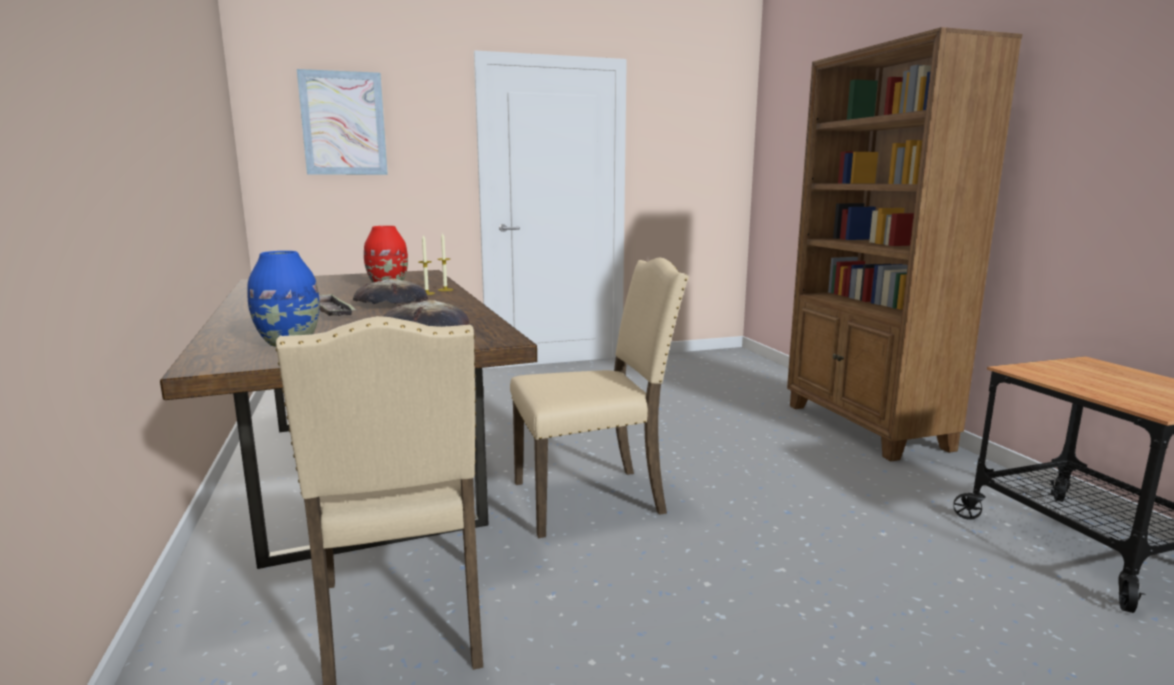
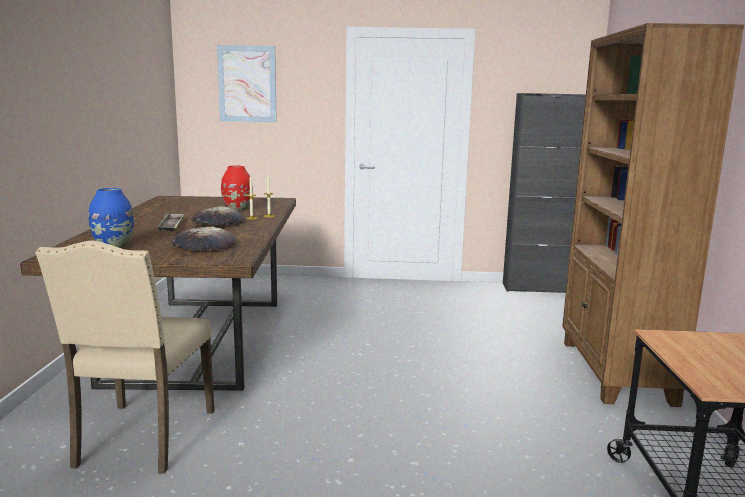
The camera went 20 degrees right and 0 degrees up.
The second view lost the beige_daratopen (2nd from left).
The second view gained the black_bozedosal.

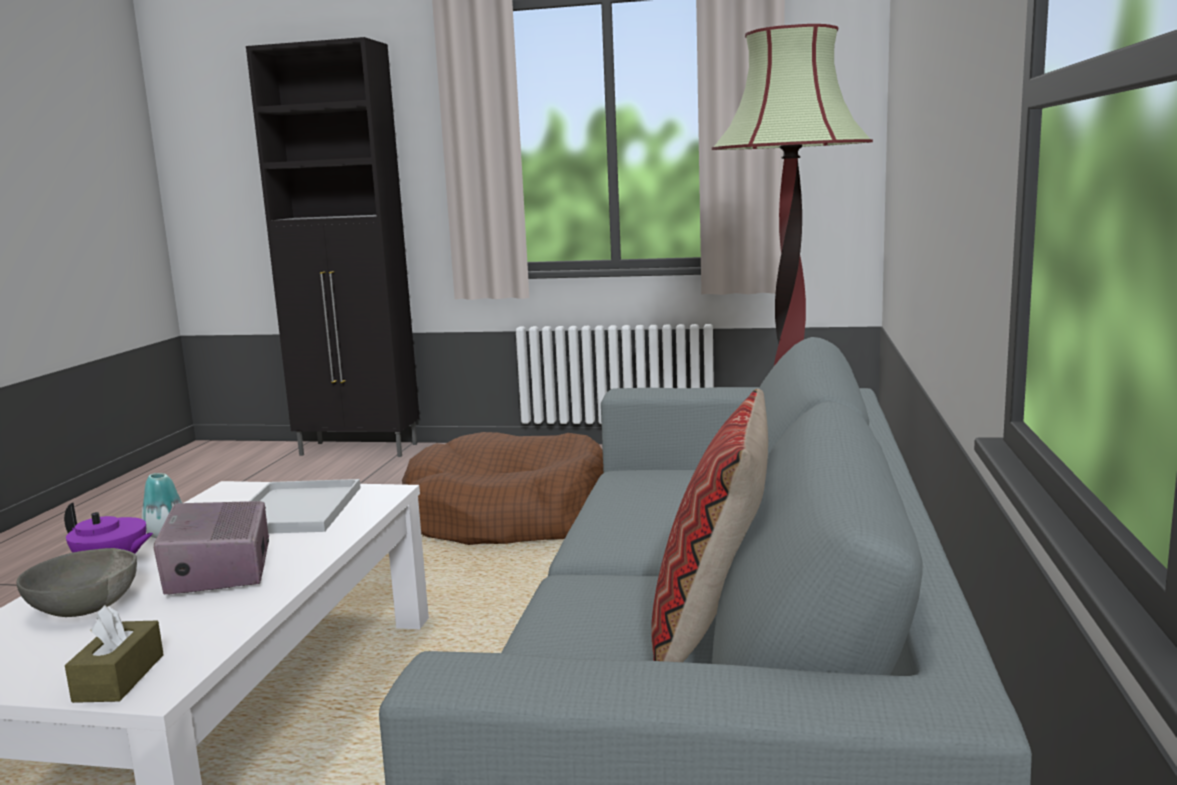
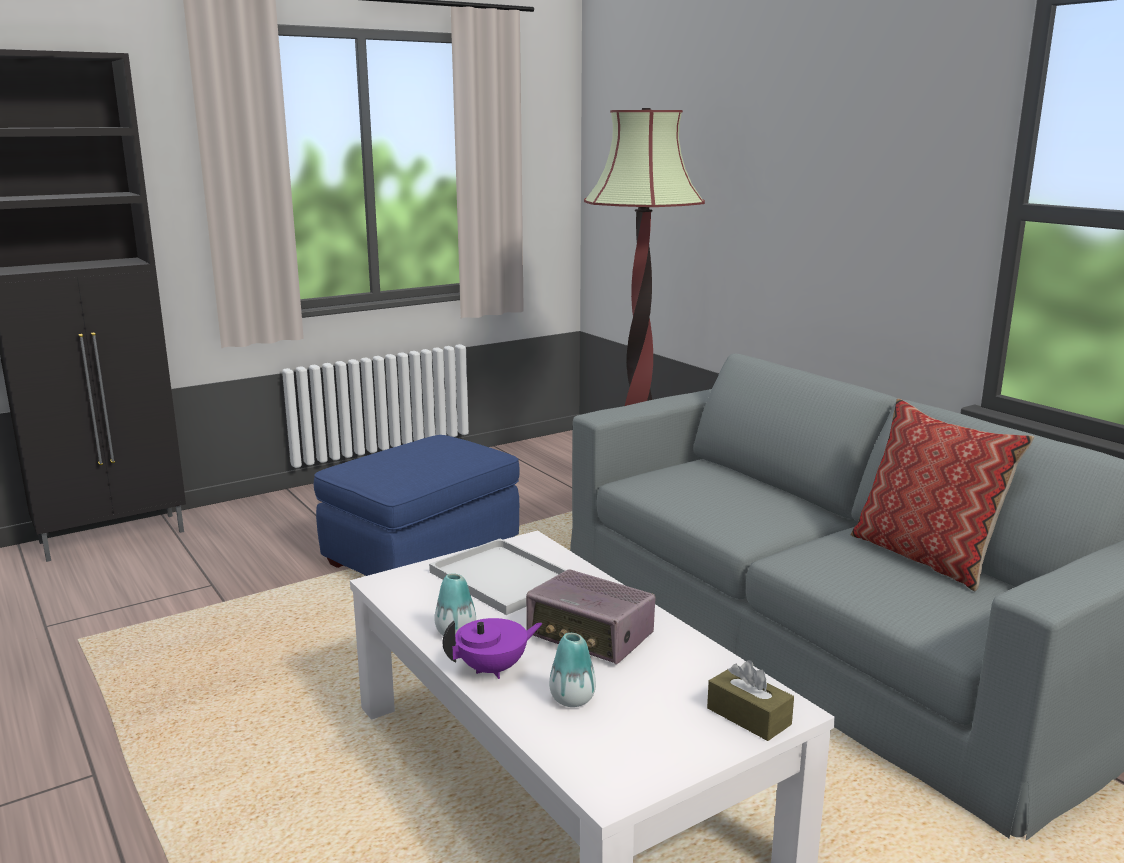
The camera went 45 degrees left and 5 degrees up.
Where the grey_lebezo stood, the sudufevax (2nd from left) came to stand.
Where the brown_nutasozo stood, the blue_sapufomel came to stand.

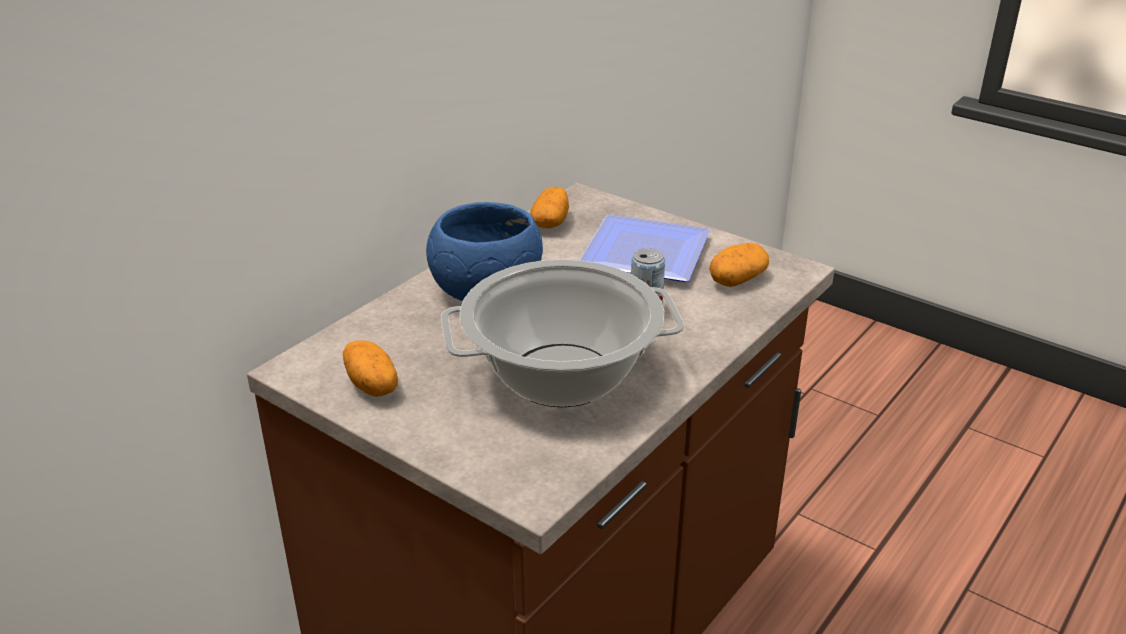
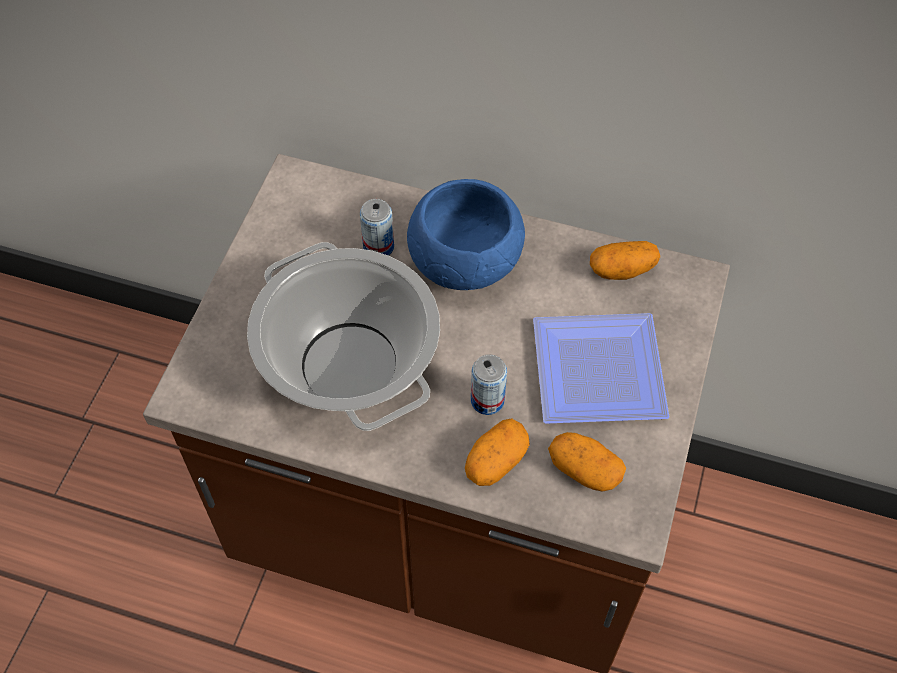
The camera went 70 degrees right and 25 degrees up.
The second view gained the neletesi (1st from left).
The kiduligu (1st from left) ended up elsewhere.

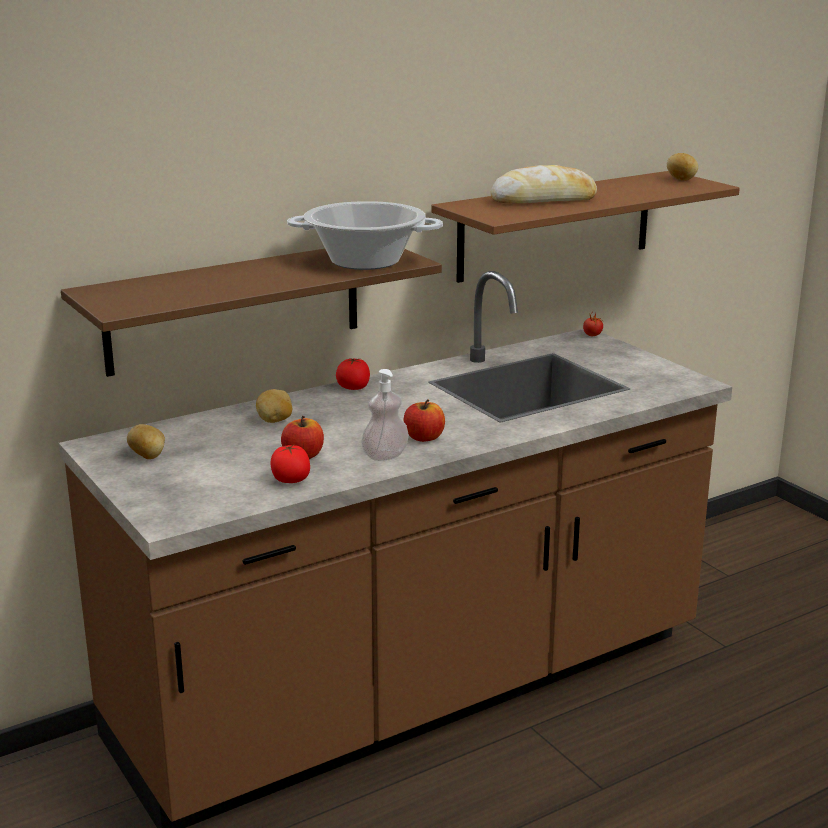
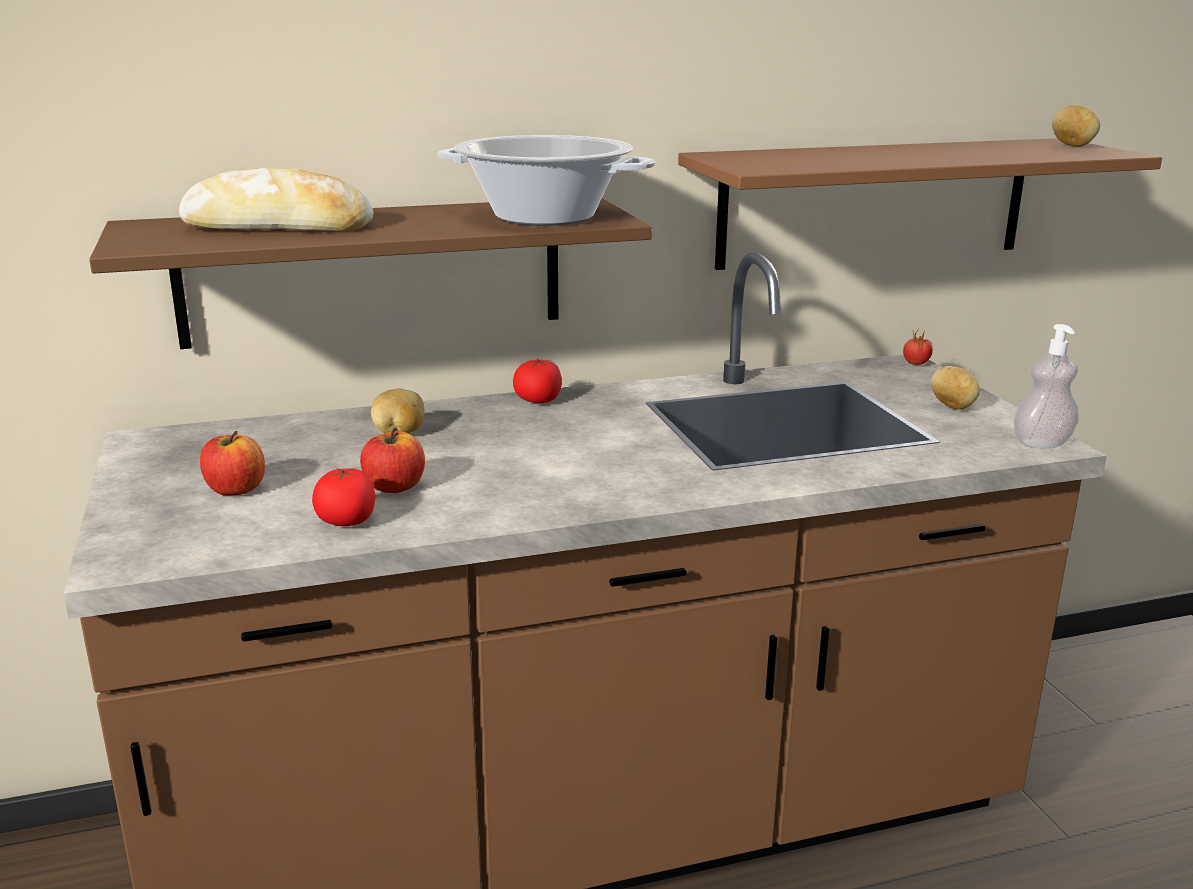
The camera went 15 degrees right and 0 degrees up.
The kiduligu (1st from left in the first image) ended up elsewhere.
The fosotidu ended up elsewhere.
The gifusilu (2nd from left in the first image) ended up elsewhere.
The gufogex ended up elsewhere.

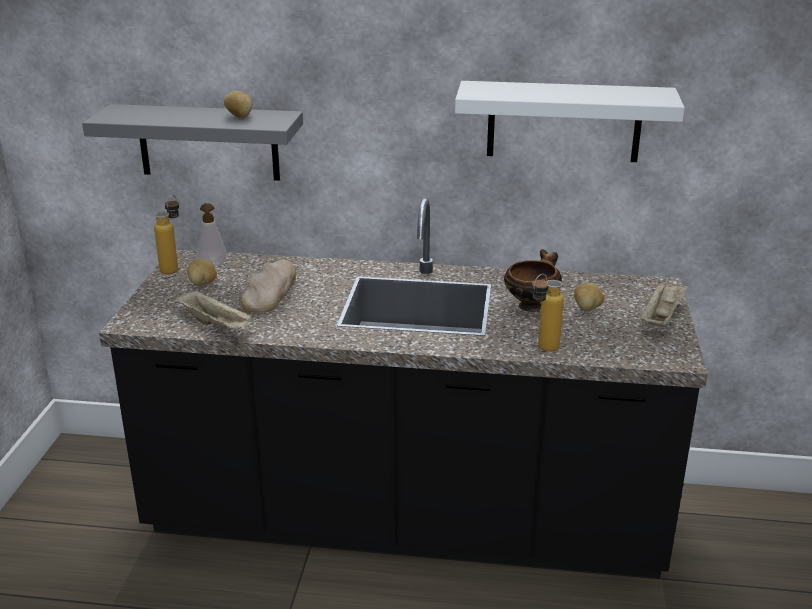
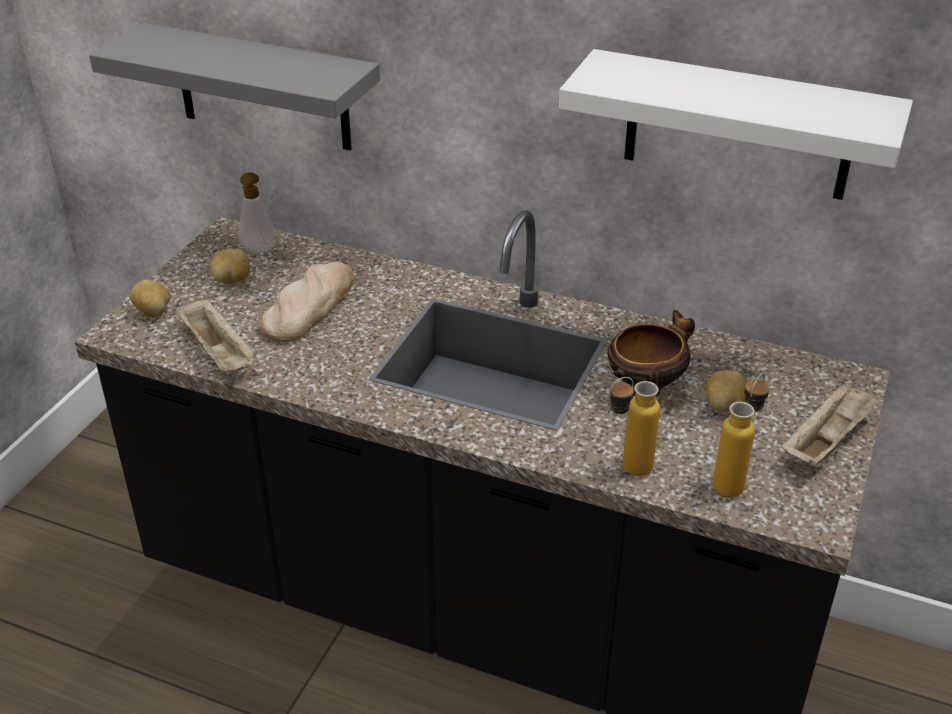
The camera went 15 degrees right and 10 degrees up.
The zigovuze (1st from left in the first image) ended up elsewhere.
The kiduligu (2nd from left in the first image) ended up elsewhere.

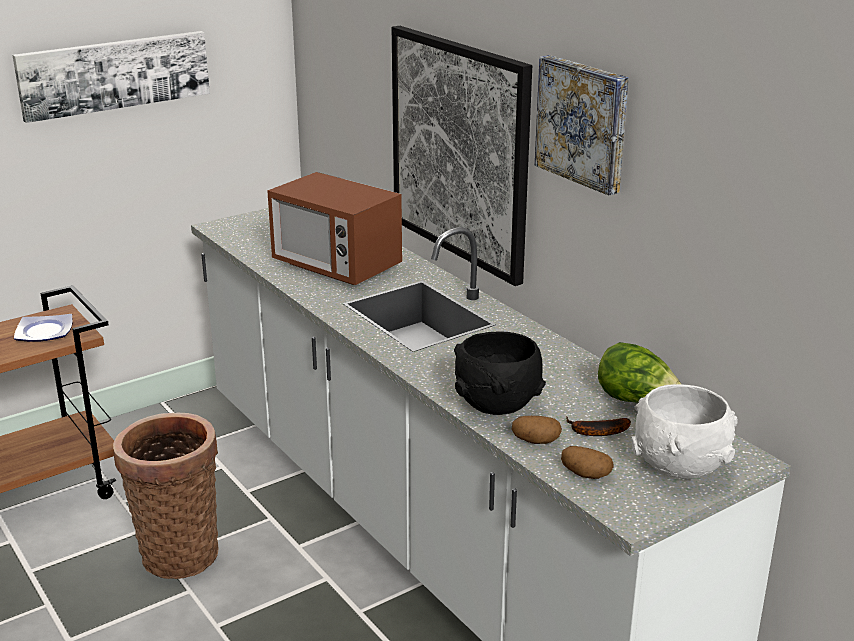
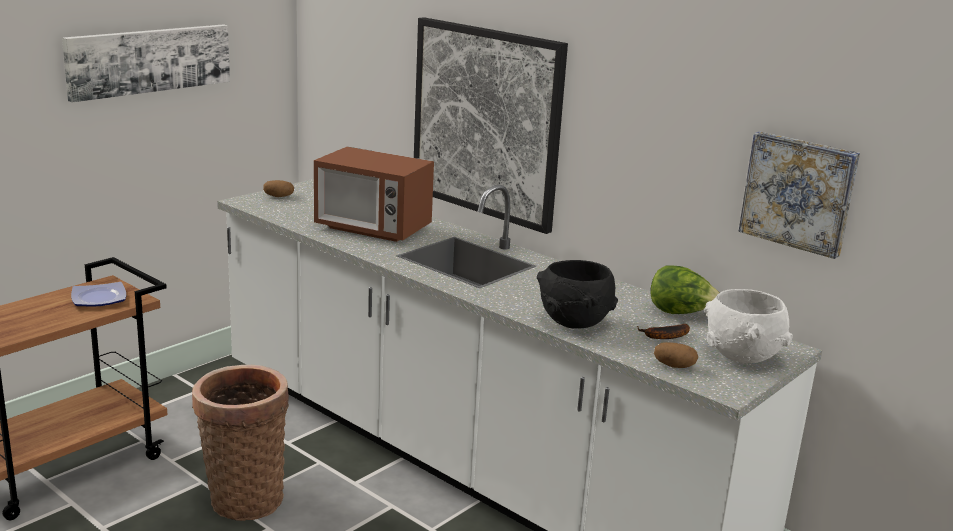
The camera went 15 degrees left and 5 degrees down.
The kiduligu (1st from left) ended up elsewhere.
The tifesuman (3rd from left) ended up elsewhere.

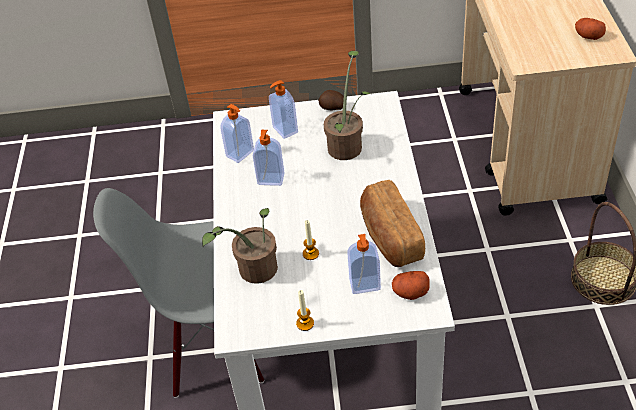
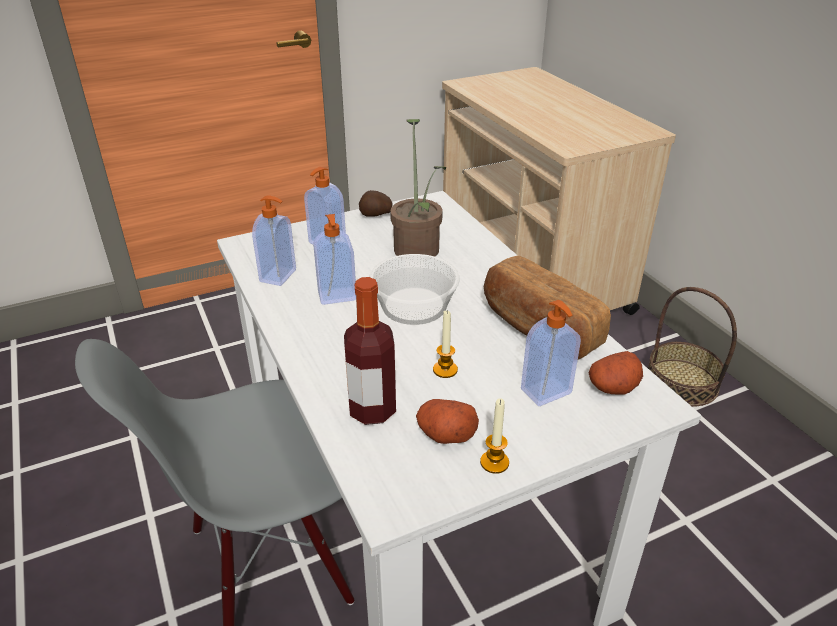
The camera went 25 degrees left and 10 degrees down.
The second view gained the lebezo.
The kiduligu (3rd from left in the first image) ended up elsewhere.
Where the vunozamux (1st from left) stood, the zigovuze came to stand.

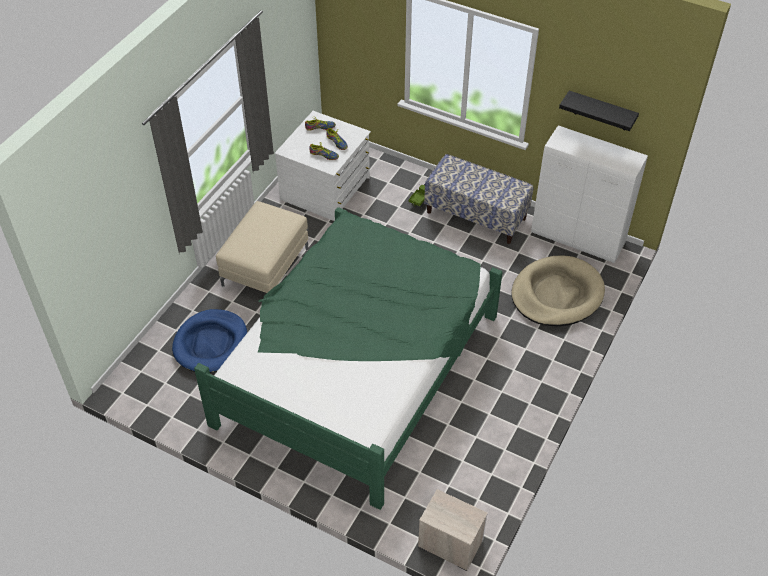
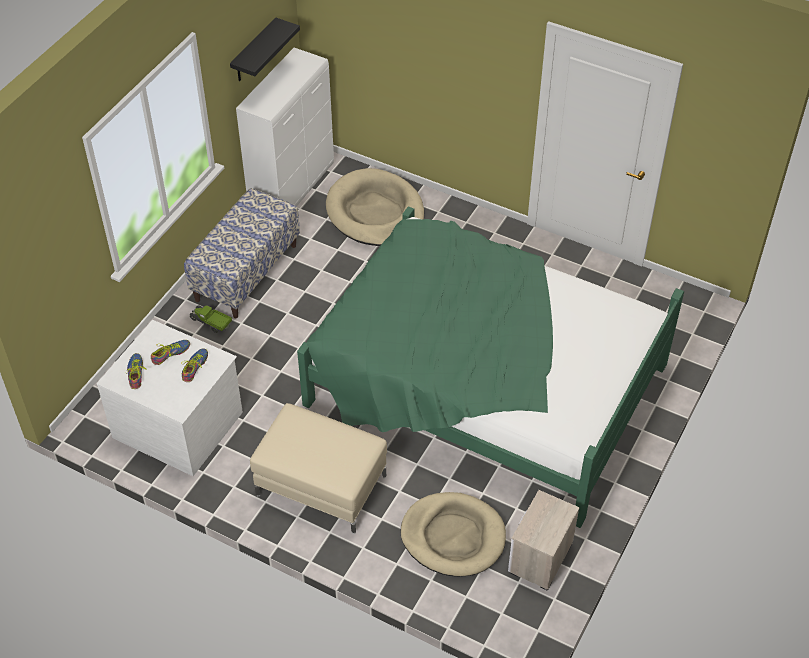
The camera went 90 degrees left and 0 degrees up.
The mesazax ended up elsewhere.
What was the blue_nutasozo turned into the beige_nutasozo (2nd from left).

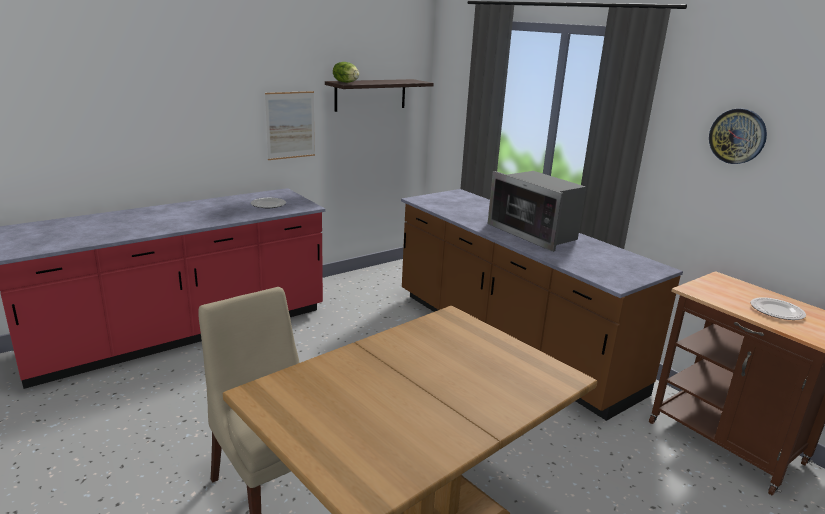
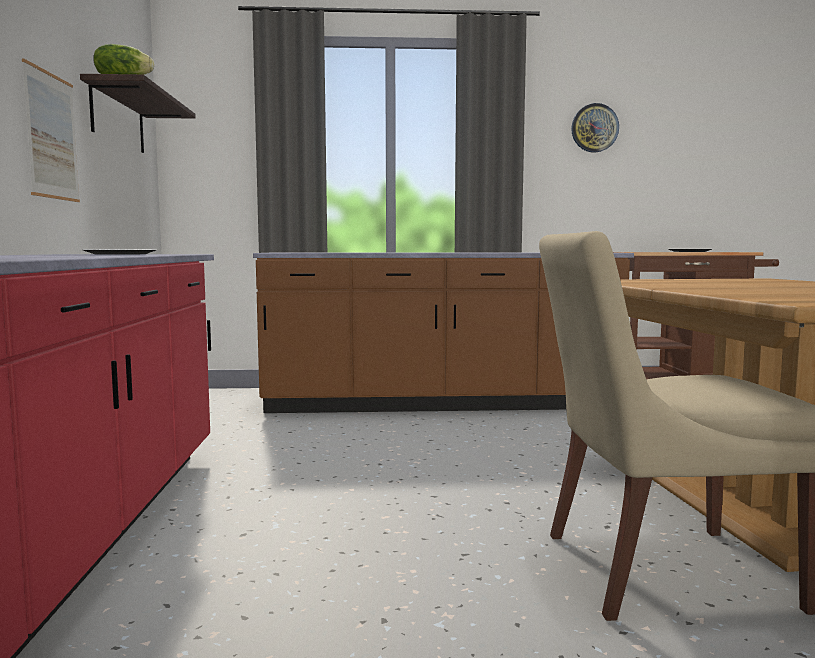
The camera went 55 degrees left and 15 degrees down.
The second view lost the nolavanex.

